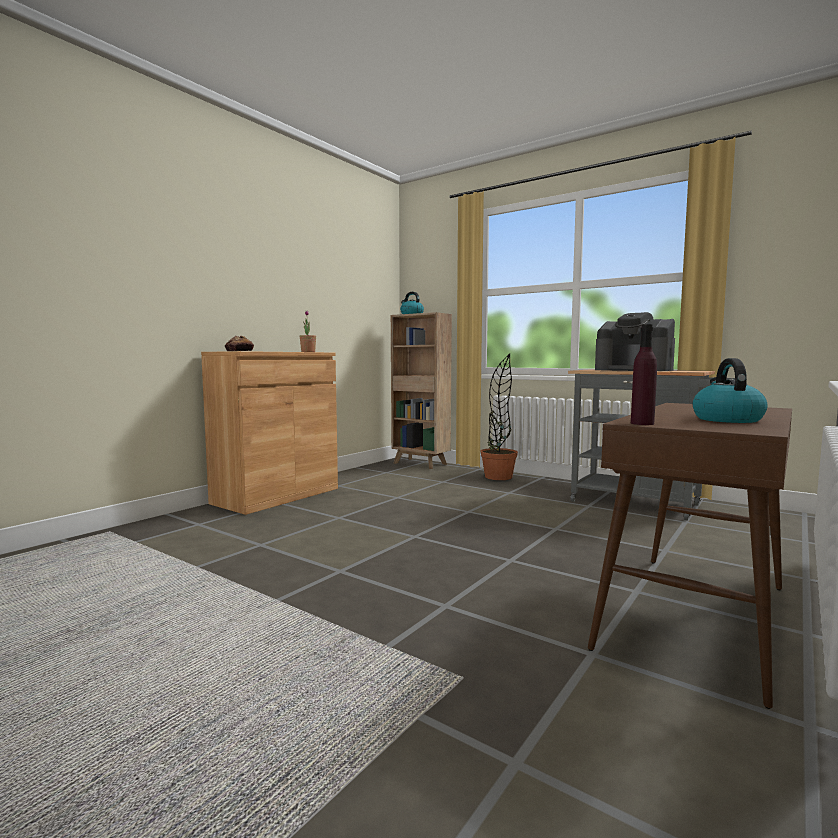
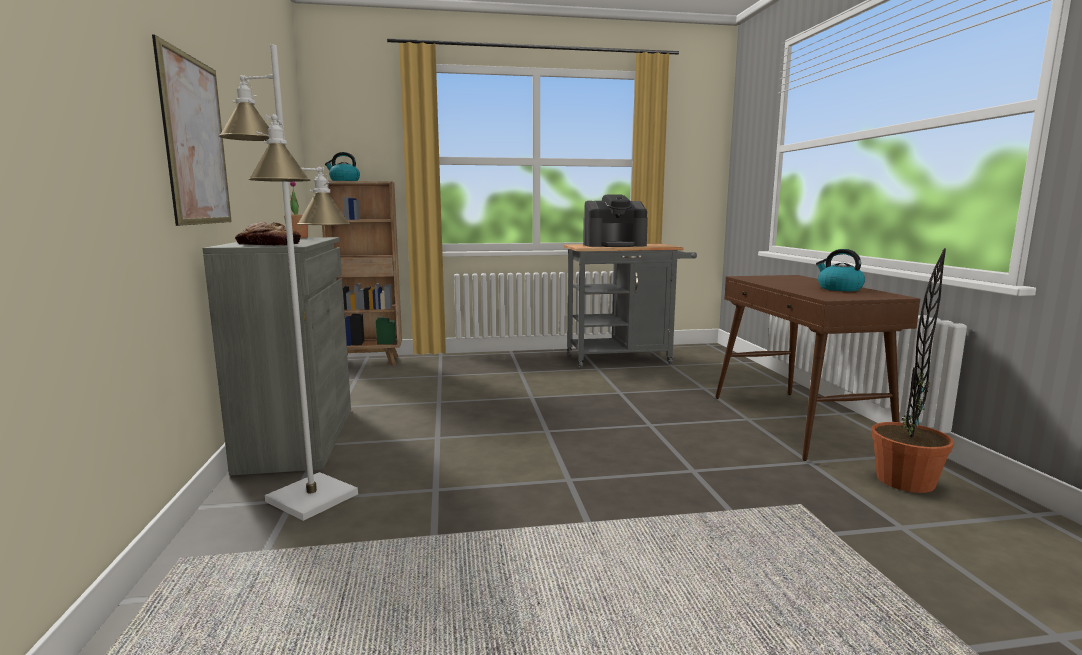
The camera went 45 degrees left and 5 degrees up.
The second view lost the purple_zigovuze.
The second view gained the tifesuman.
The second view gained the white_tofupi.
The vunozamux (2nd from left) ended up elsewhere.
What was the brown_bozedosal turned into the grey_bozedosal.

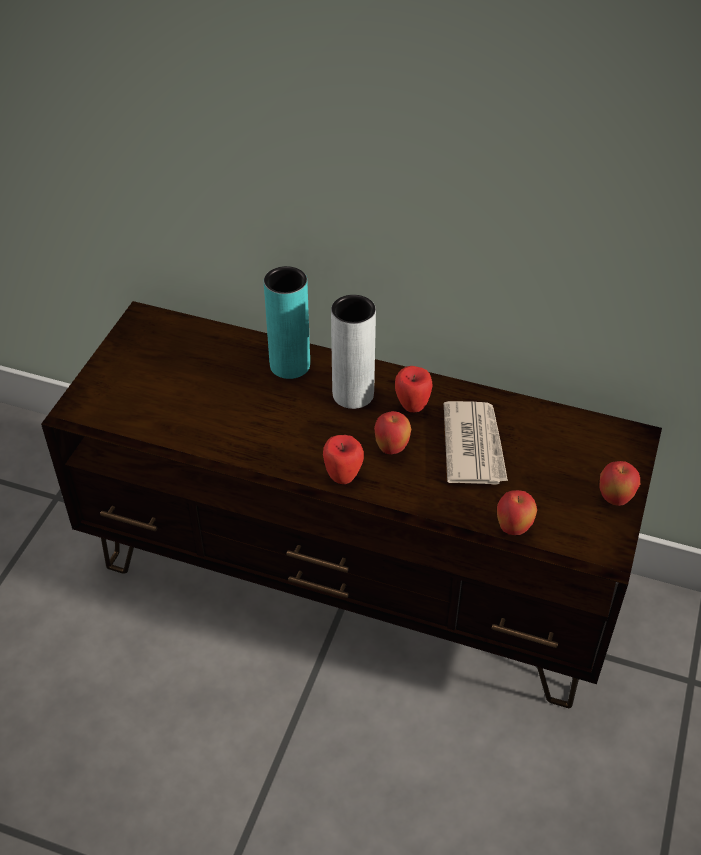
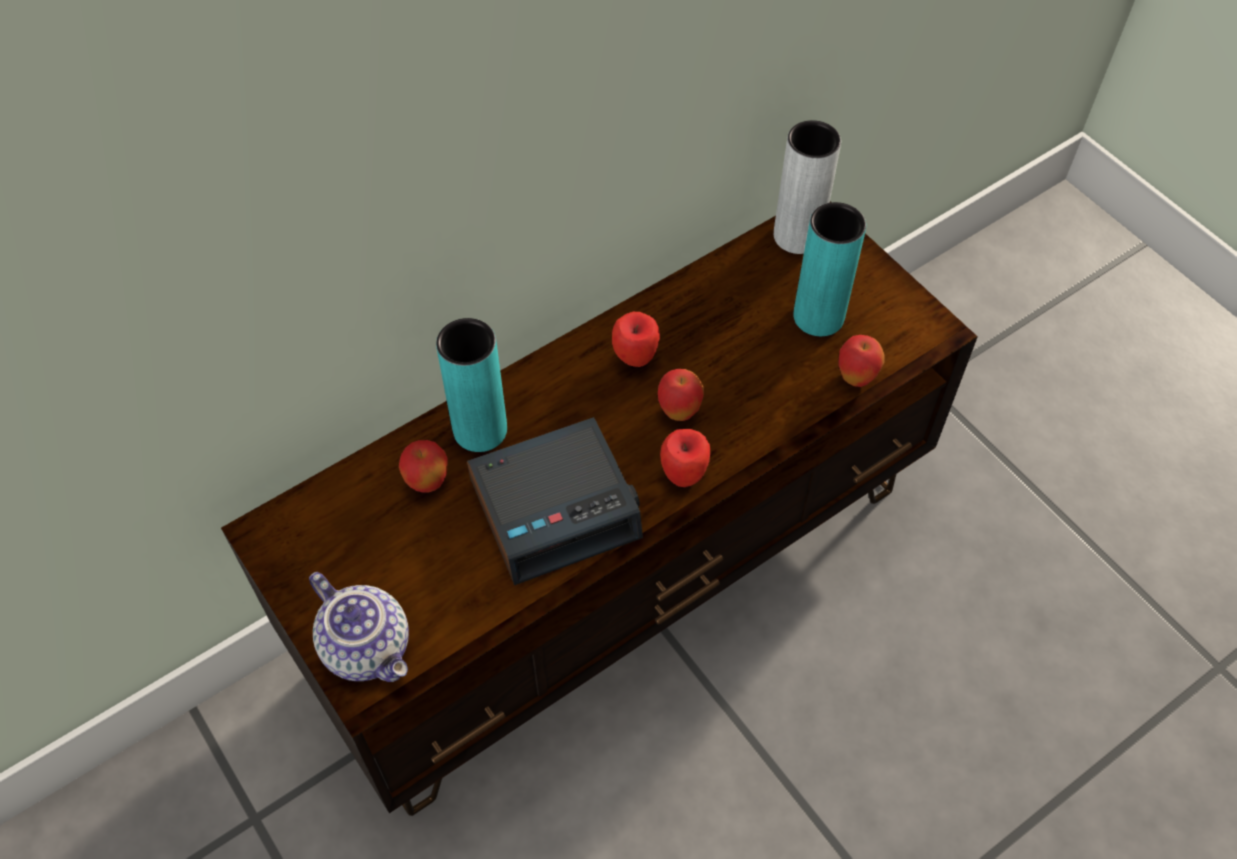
The camera went 55 degrees left and 10 degrees up.
The second view lost the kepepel.
The second view gained the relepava.
The second view gained the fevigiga.
The second view gained the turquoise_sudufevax (2nd from left).
The grey_sudufevax ended up elsewhere.
The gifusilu (5th from left in the first image) ended up elsewhere.

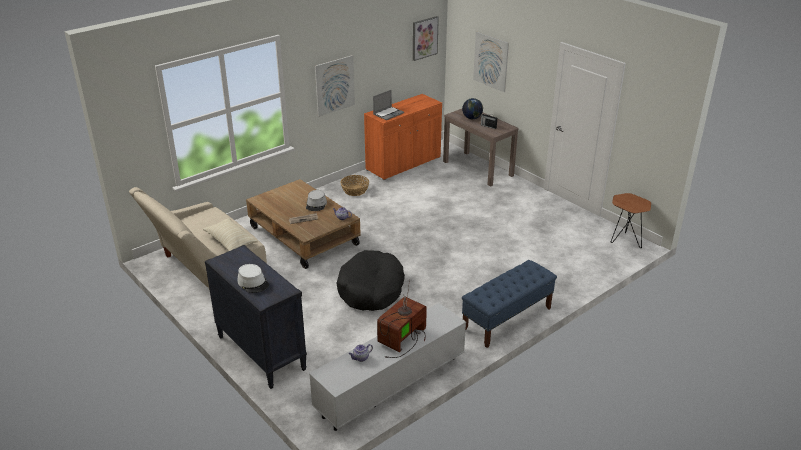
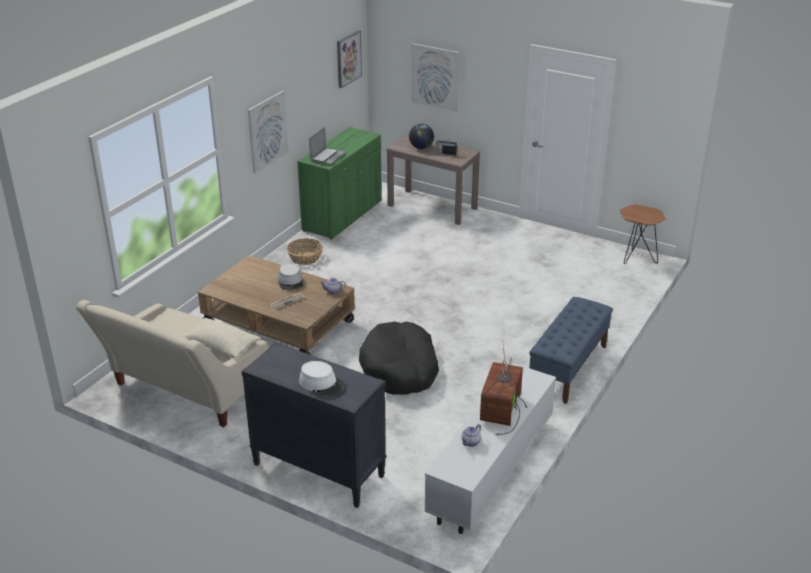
The camera went 20 degrees left and 0 degrees up.
What was the orange_bozedosal turned into the green_bozedosal.

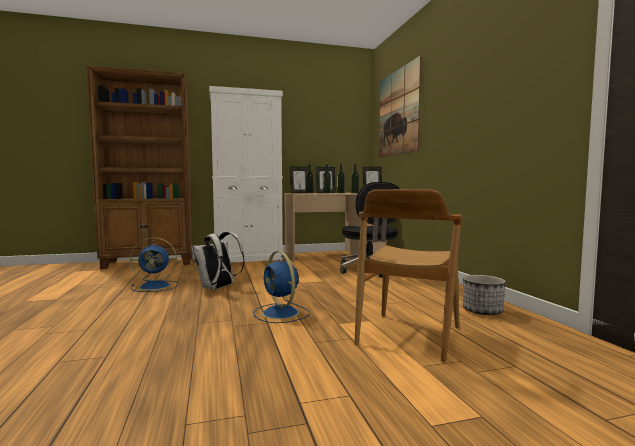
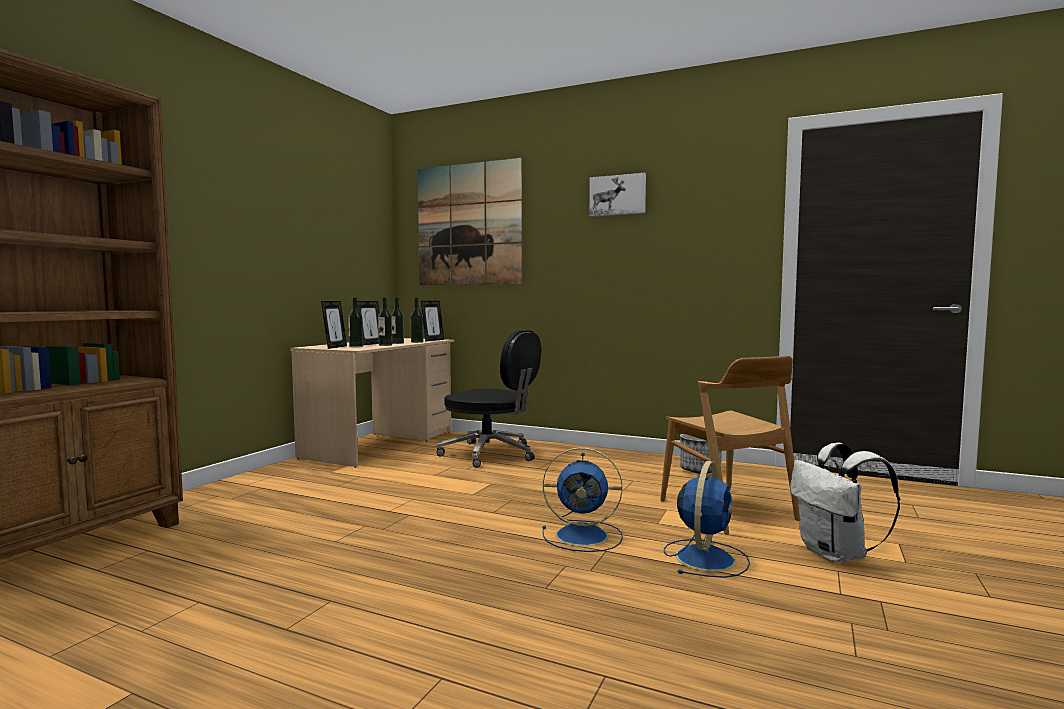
The camera went 50 degrees left and 0 degrees up.
The second view lost the white_bozedosal.
The second view gained the tifesuman (2nd from left).
The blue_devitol (1st from left in the first image) ended up elsewhere.
The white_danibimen ended up elsewhere.

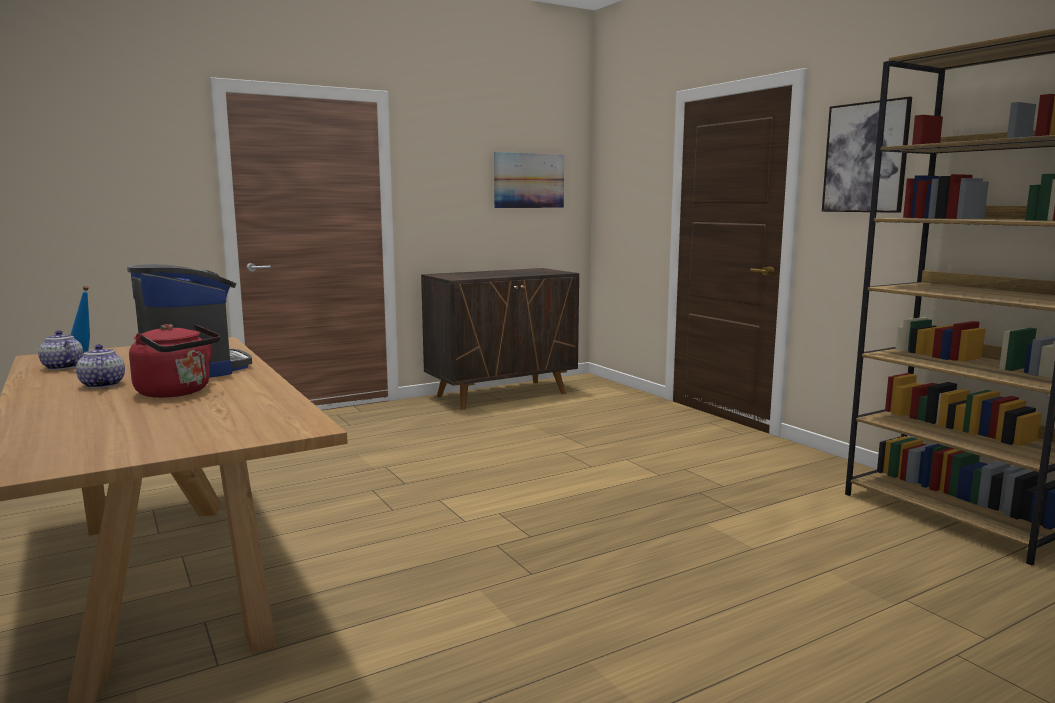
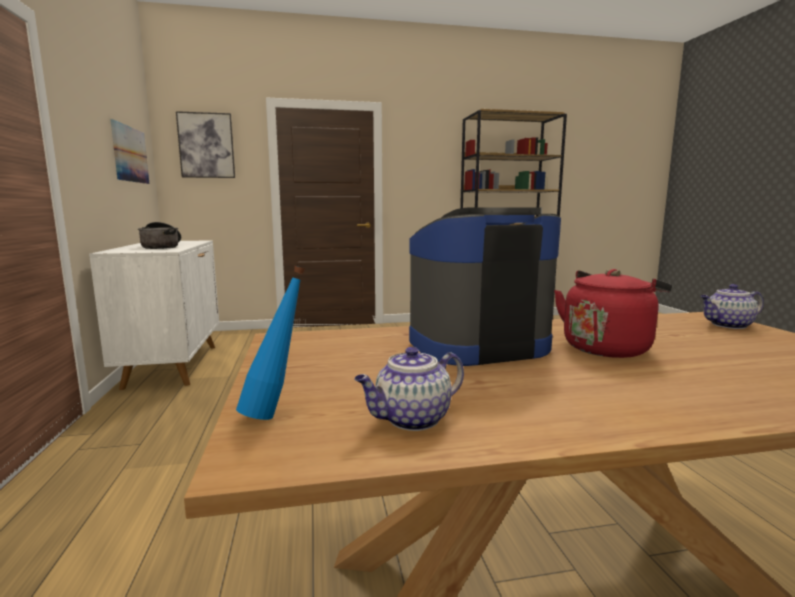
The camera went 70 degrees left and 0 degrees up.
The second view gained the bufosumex.
The relepava (2nd from left) ended up elsewhere.
The tifesuman (2nd from left) ended up elsewhere.
What was the brown_bozedosal turned into the white_bozedosal.

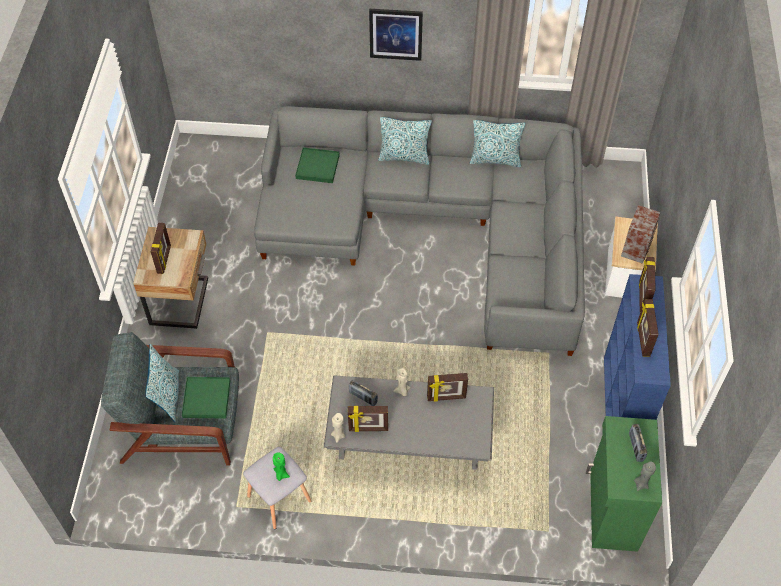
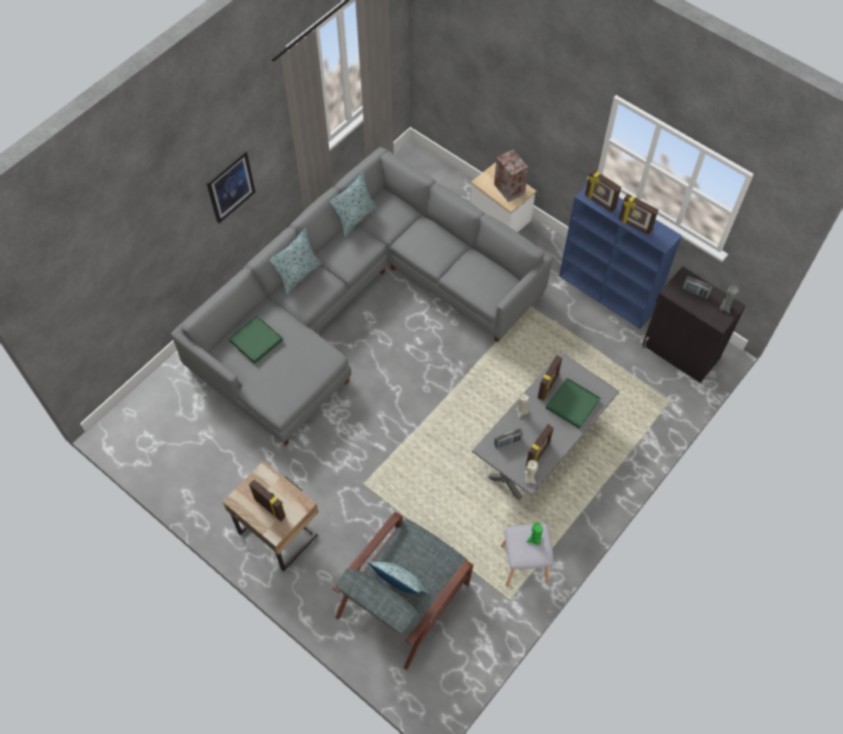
The camera went 55 degrees left and 5 degrees up.
The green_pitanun (1st from left in the first image) ended up elsewhere.
What was the green_bozedosal turned into the black_bozedosal.

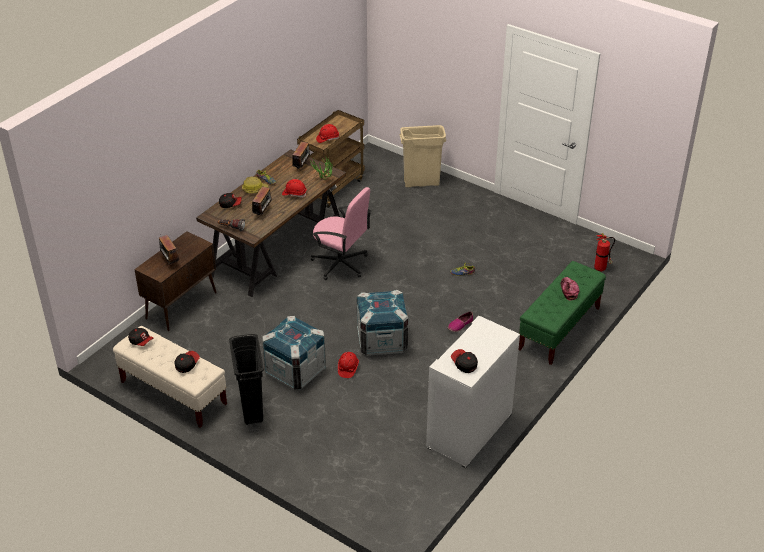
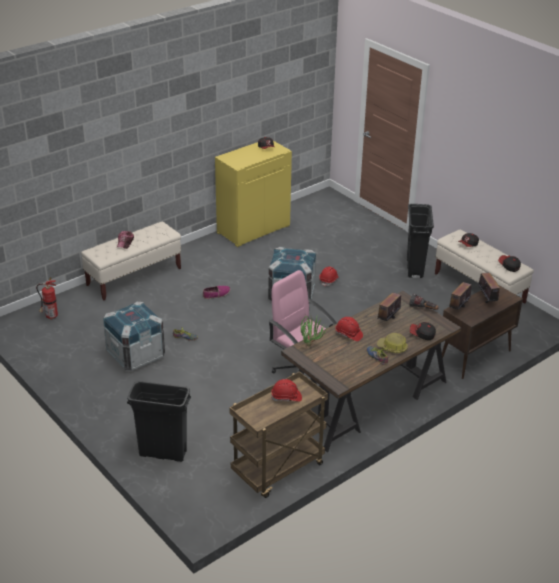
The camera went 165 degrees left and 5 degrees down.
The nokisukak (1st from left) ended up elsewhere.
The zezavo (3rd from left in the first image) ended up elsewhere.
What was the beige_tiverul turned into the black_tiverul (1st from left).
What was the white_bozedosal turned into the yellow_bozedosal.
What was the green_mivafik turned into the beige_mivafik (1st from left).

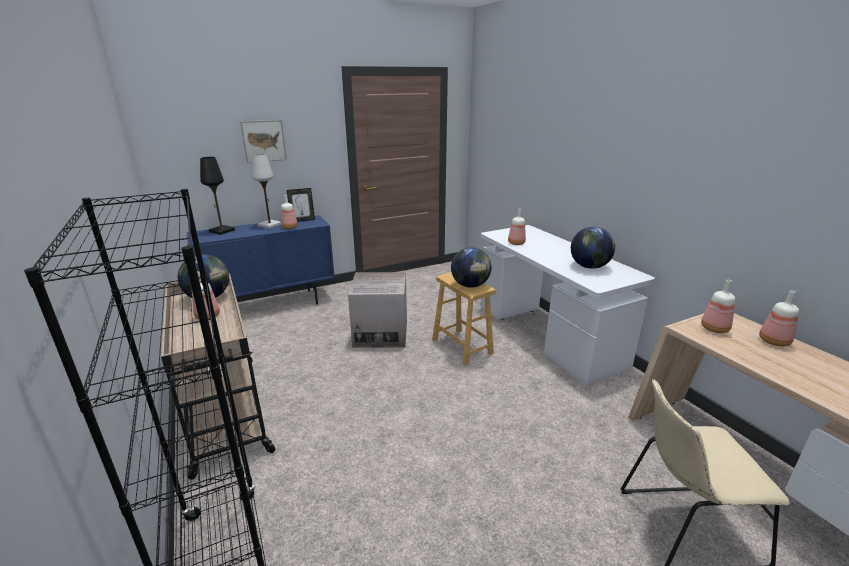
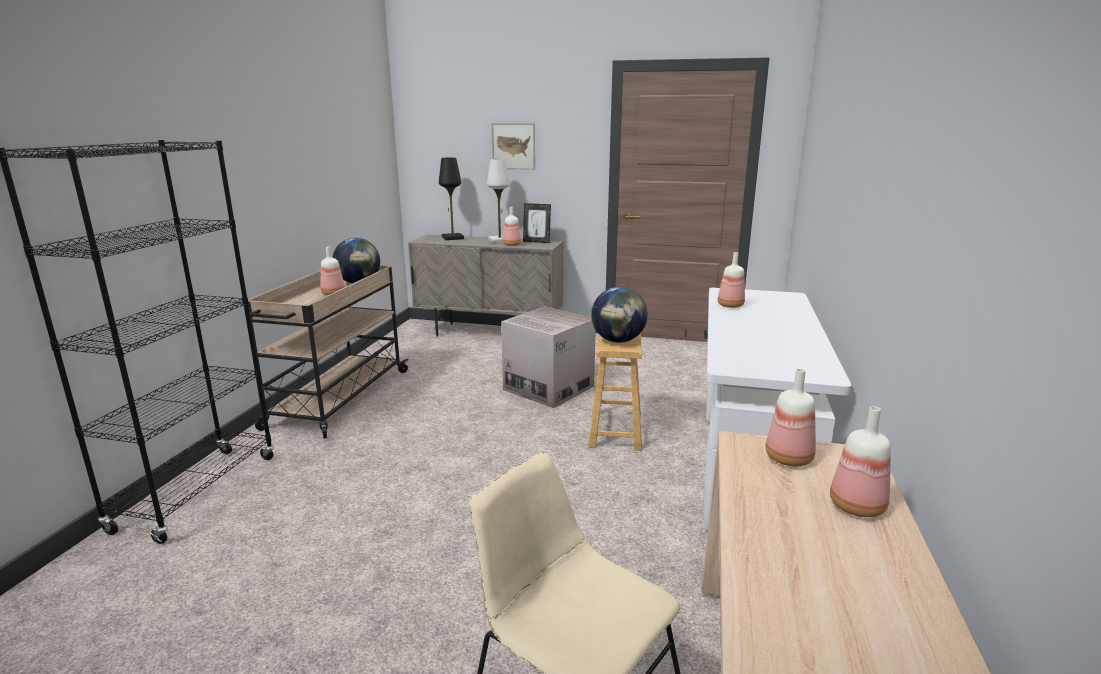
The camera went 40 degrees right and 5 degrees down.
The second view lost the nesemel (3rd from left).
What was the blue_bozedosal turned into the beige_bozedosal.

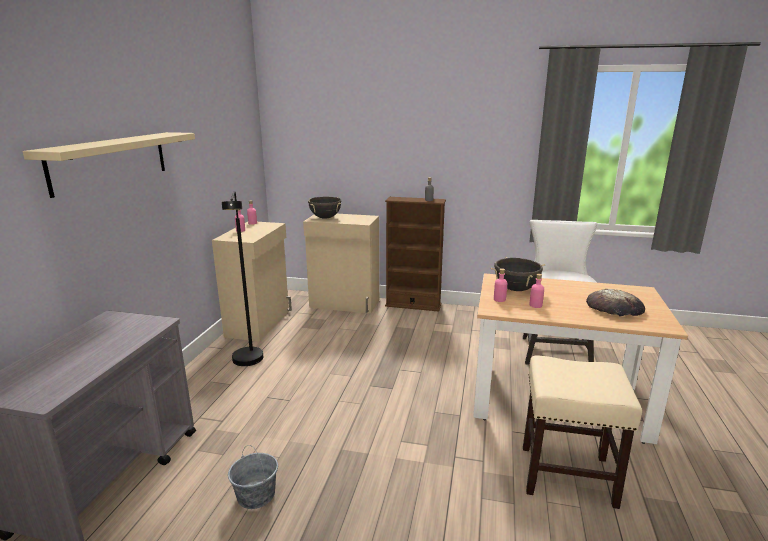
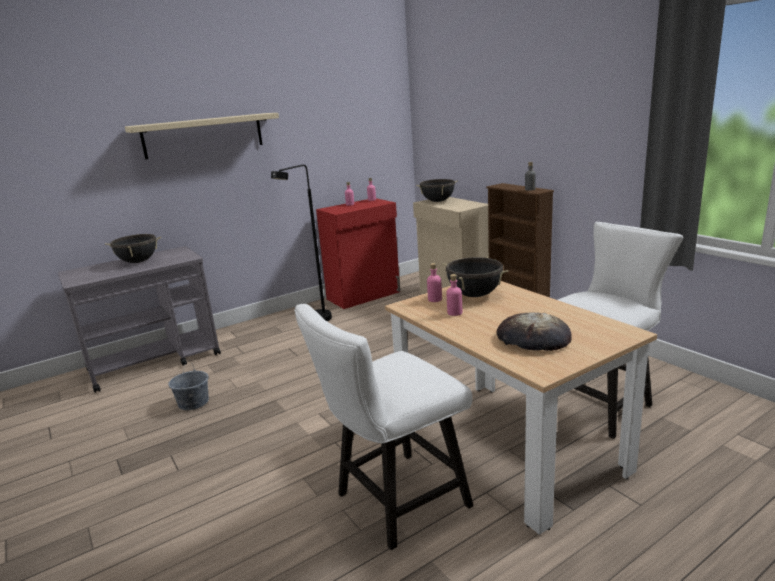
The camera went 45 degrees right and 0 degrees up.
The second view gained the black_bufosumex (1st from left).
Where the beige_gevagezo stood, the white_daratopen (1st from left) came to stand.
What was the beige_bozedosal (1st from left) turned into the red_bozedosal.

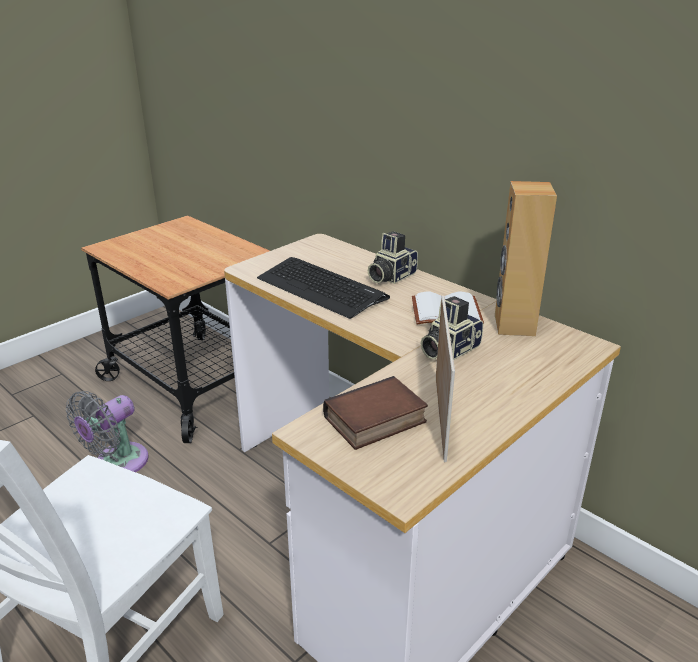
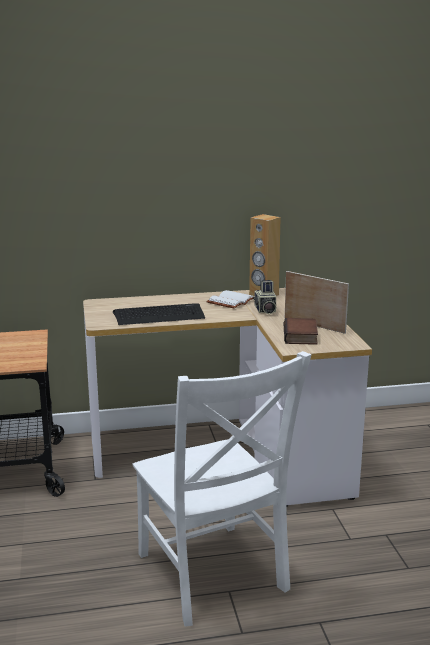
The camera went 55 degrees left and 10 degrees down.
The second view lost the grey_devitol.
The second view lost the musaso (1st from left).

